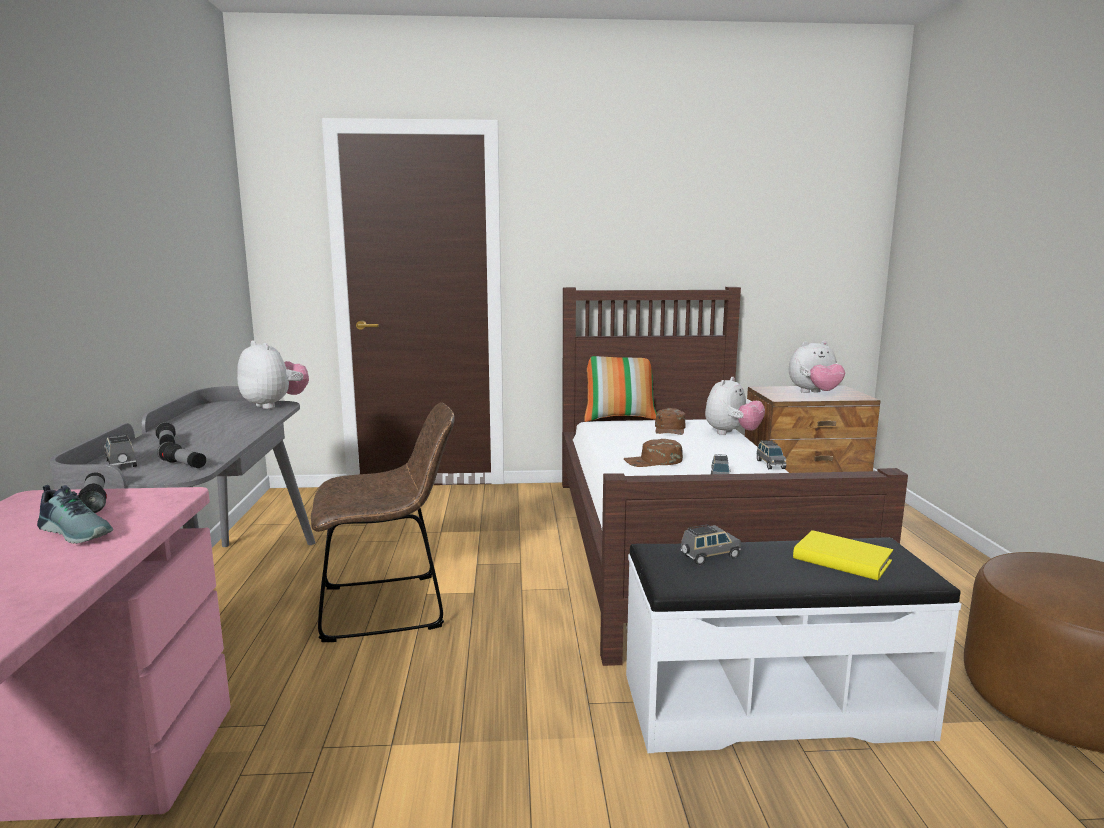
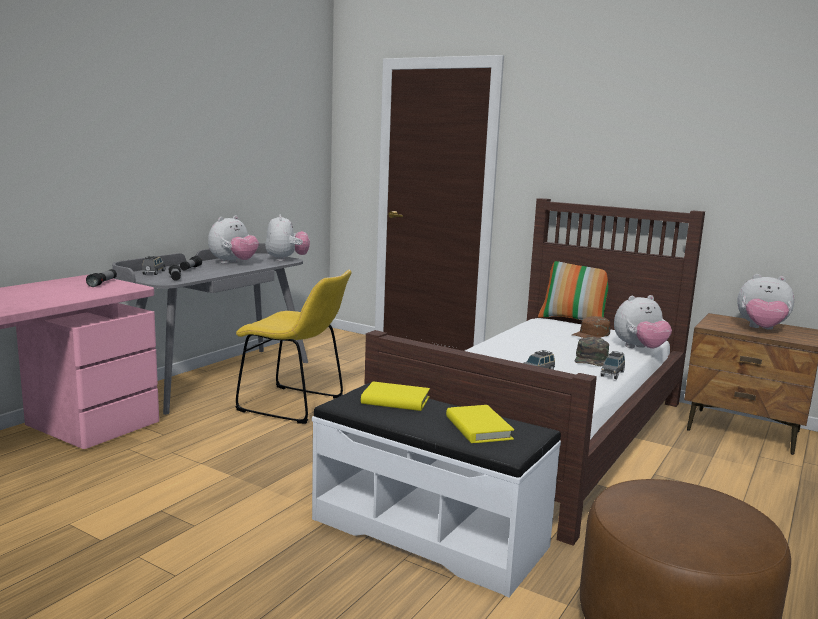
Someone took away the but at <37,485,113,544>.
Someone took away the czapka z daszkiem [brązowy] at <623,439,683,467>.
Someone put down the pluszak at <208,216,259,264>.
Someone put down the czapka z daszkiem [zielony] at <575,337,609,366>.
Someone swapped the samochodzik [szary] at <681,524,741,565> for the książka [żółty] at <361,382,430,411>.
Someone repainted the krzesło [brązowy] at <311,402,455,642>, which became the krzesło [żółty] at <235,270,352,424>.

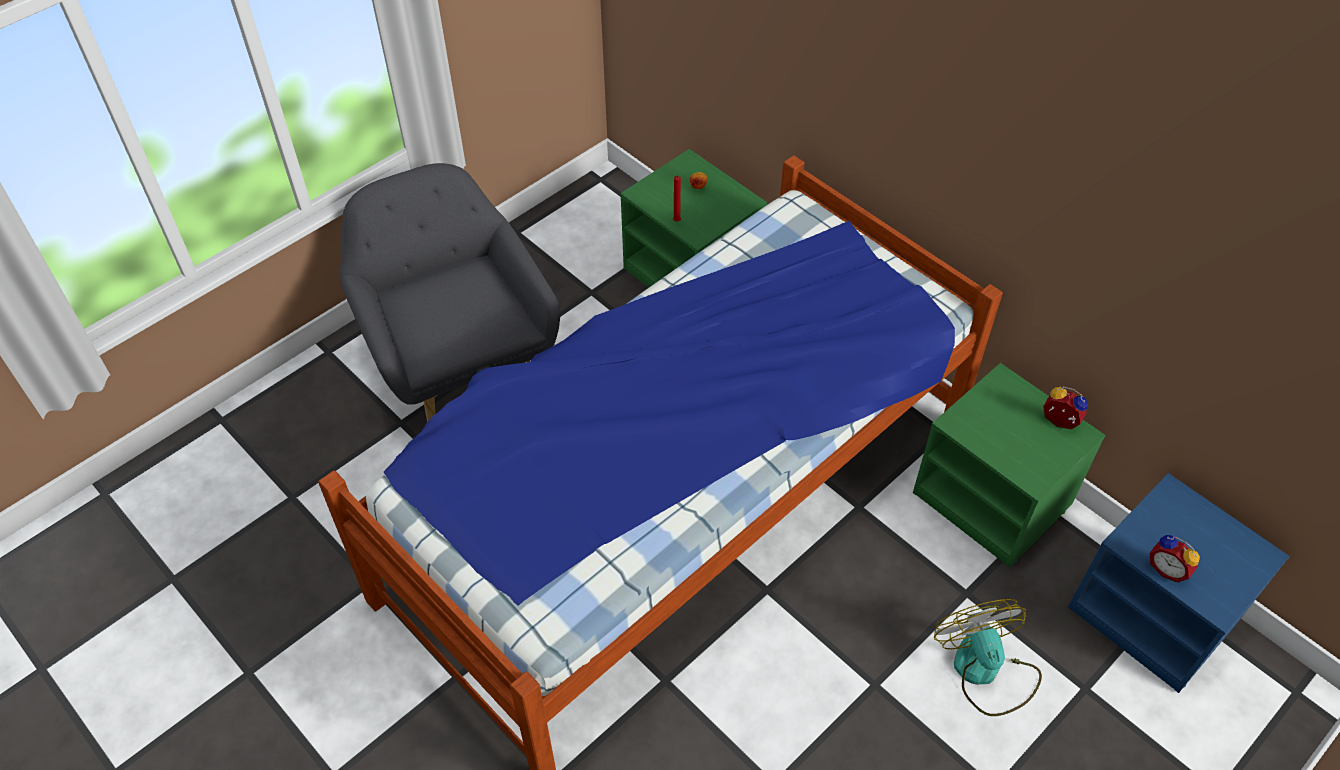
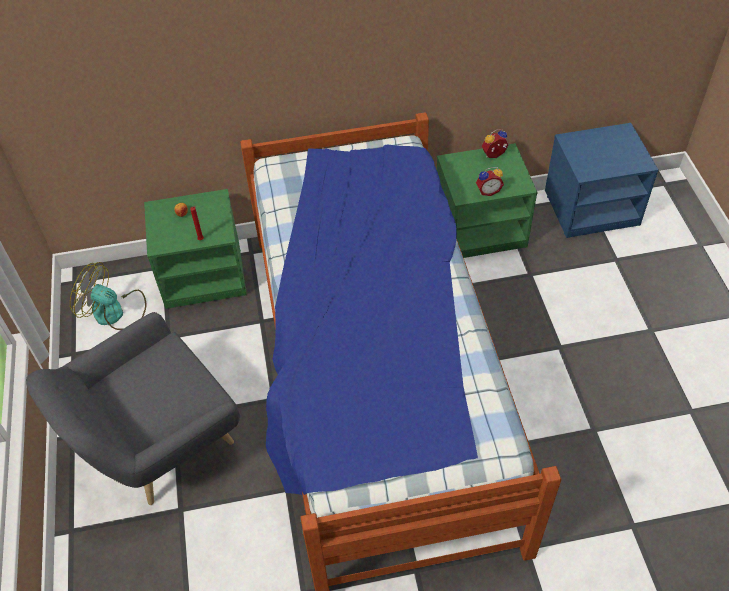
Someone carried the wentylator from <934,599,1042,716> to <70,262,146,330>.
Someone carried the budzik from <1150,535,1200,583> to <476,167,504,196>.
Someone rotated the fotel [szary] at <340,163,560,422> by 45 degrees counterclockwise.

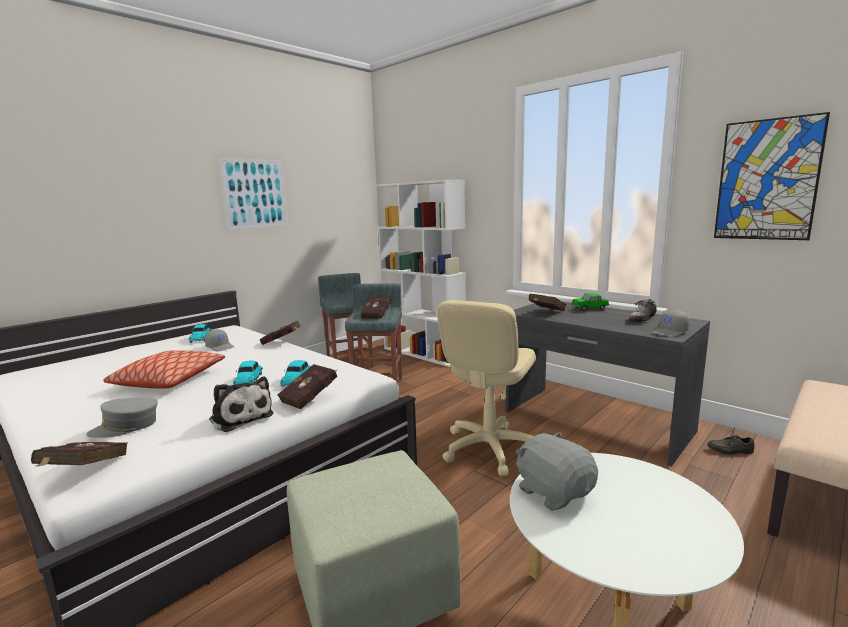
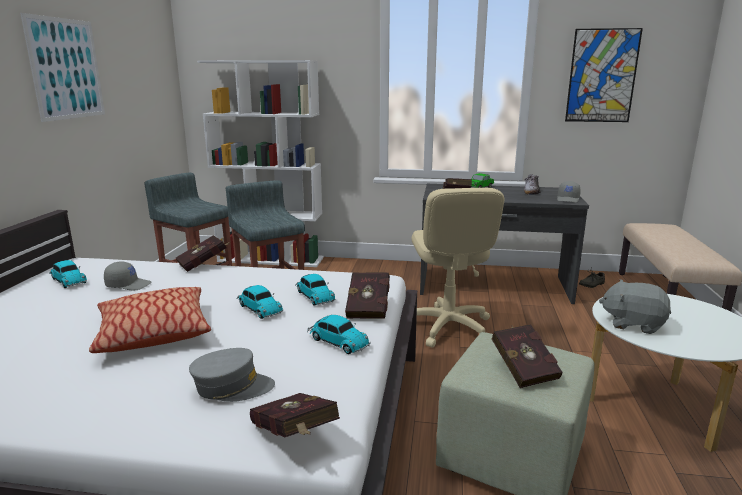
Someone carried the książka [czerwony] from <360,296,392,318> to <491,324,562,388>.
Someone swapped the pluszak at <209,377,273,432> for the samochodzik at <307,315,371,354>.
Someone rotated the czapka z daszkiem [szary] at <86,397,158,438> by 120 degrees counterclockwise.

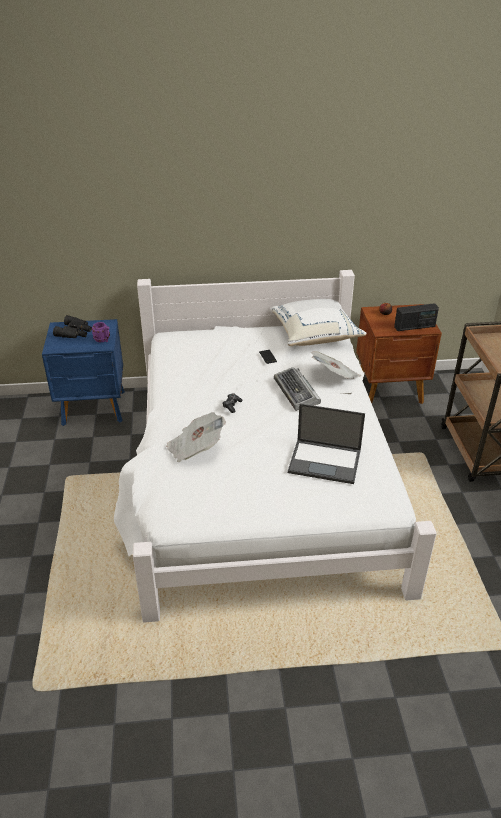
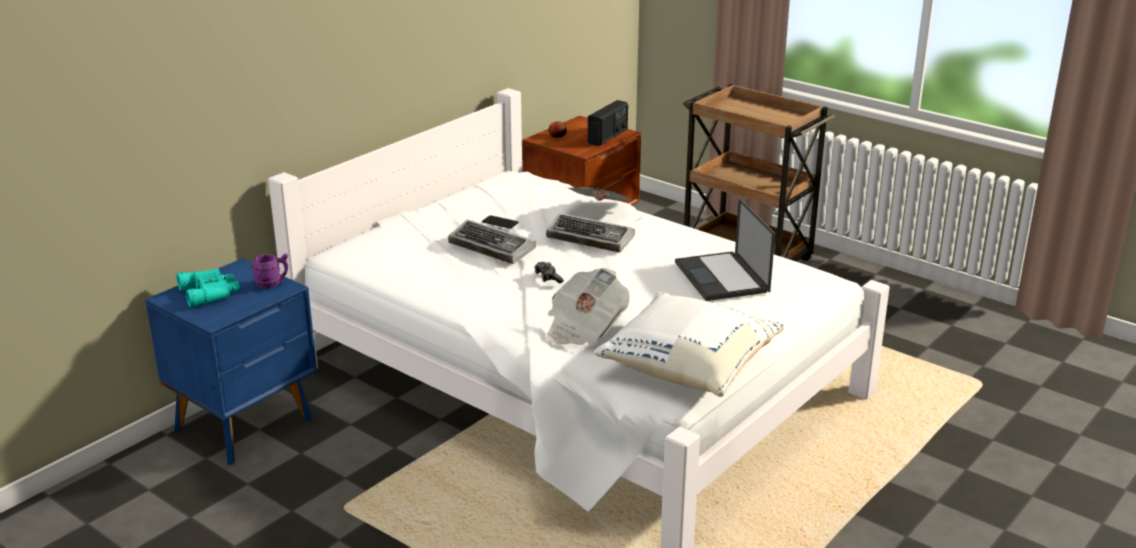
Someone put down the klawiatura at <448,219,536,264>.
Someone carried the poduszka [biały] from <270,299,366,346> to <594,292,785,397>.
Someone repainted the lornetka [czarny] at <53,315,92,338>, which became the lornetka [turkusowy] at <177,269,240,307>.
Someone rotated the laptop at <288,404,365,484> by 105 degrees clockwise.

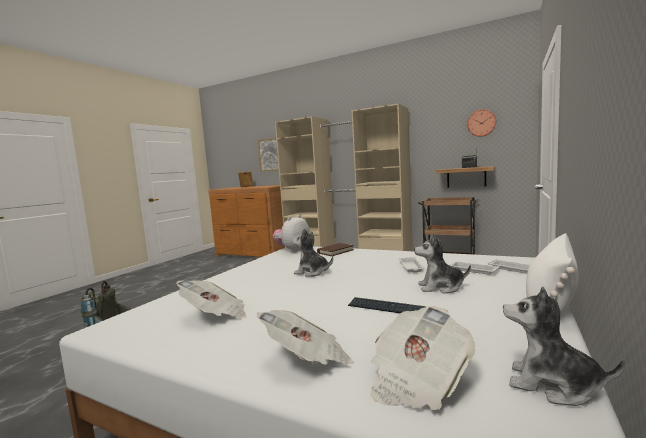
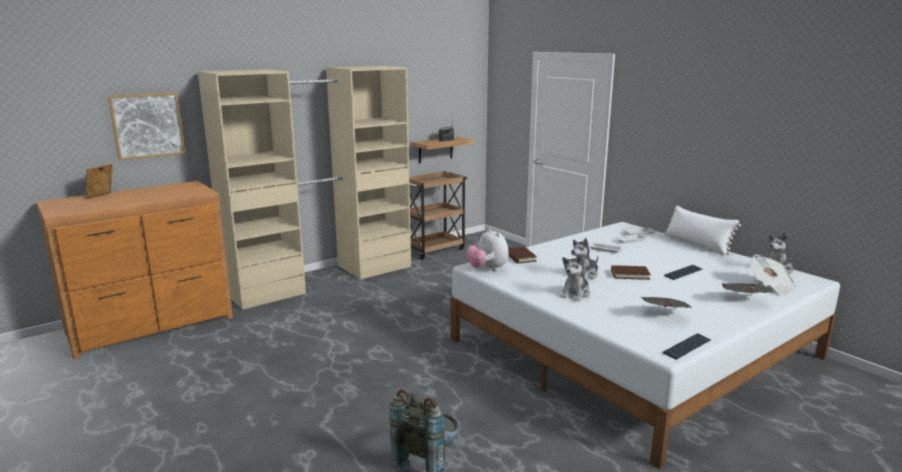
Someone took away the zegar ścienny at <467,109,496,137>.
Someone put down the książka [brązowy] at <611,265,651,280>.
Someone put down the klawiatura at <663,333,711,360>.
Someone carried the pluszak from <414,233,471,294> to <561,255,590,301>.

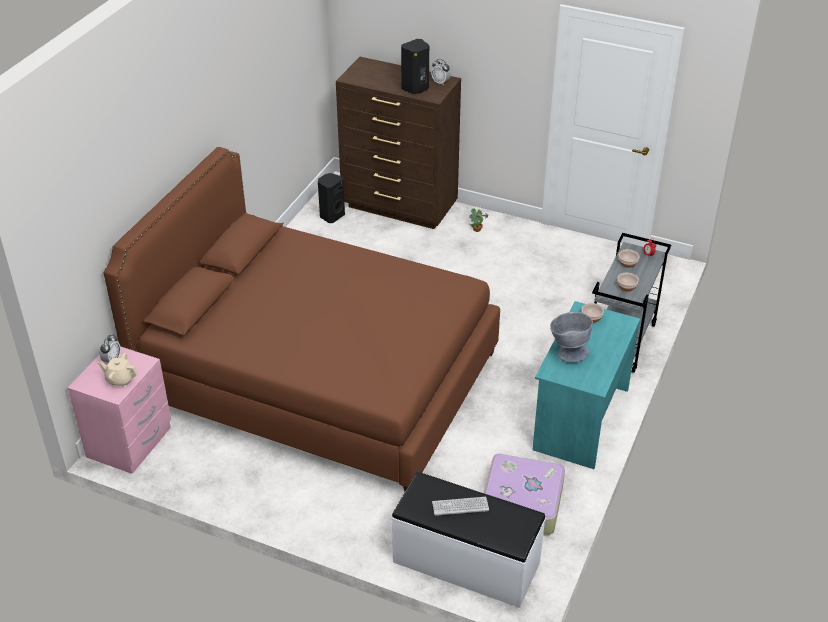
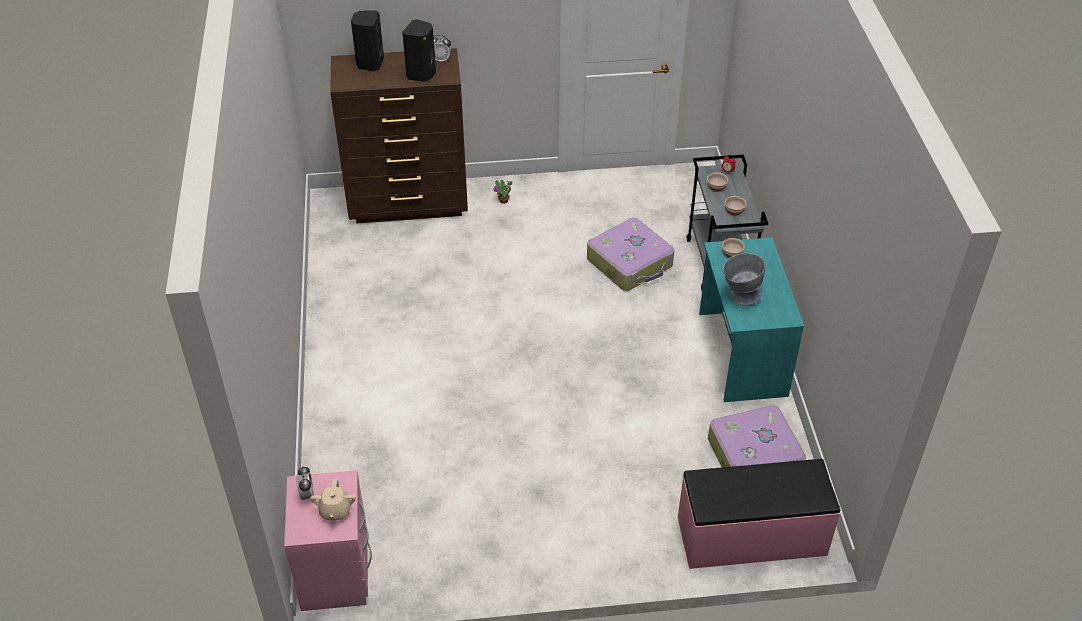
Someone took away the łóżko [brązowy] at <104,147,500,492>.
Someone took away the klawiatura at <432,497,489,516>.
Someone put down the walizka at <587,218,674,291>.
Someone carried the głośnik [czarny] from <318,173,345,223> to <351,11,384,71>.
Someone repainted the ławka [biały] at <392,472,546,608>, which became the ławka [różowy] at <678,459,840,569>.
Someone rotated the imbryk [beżowy] at <98,353,138,387> by 75 degrees counterclockwise.

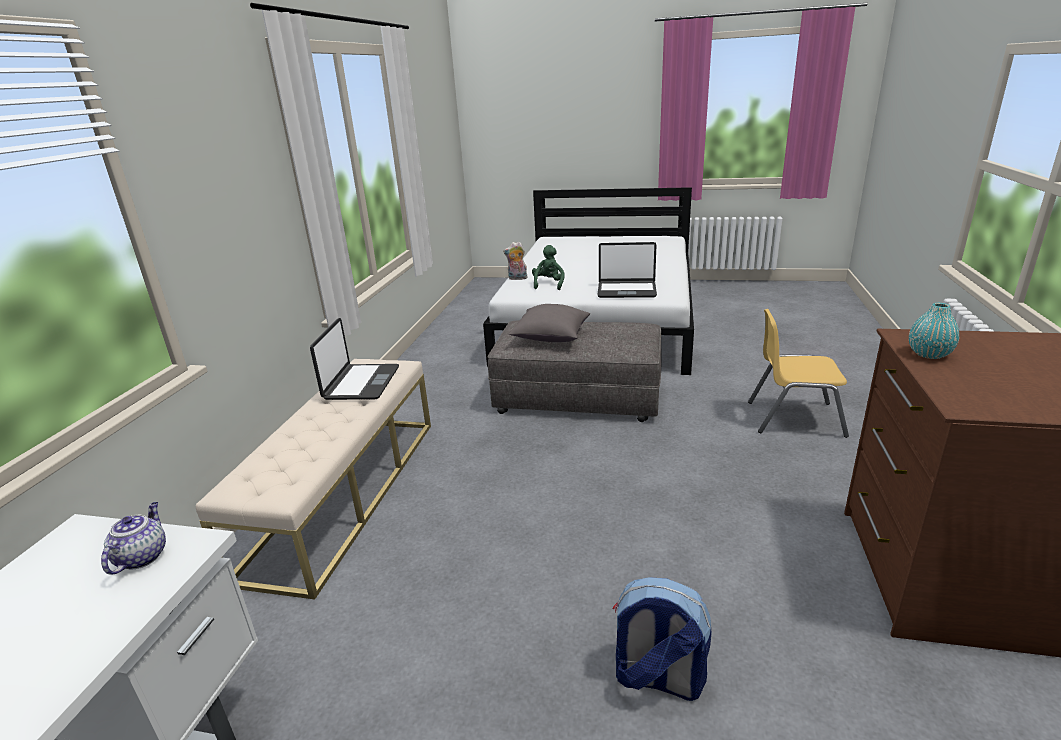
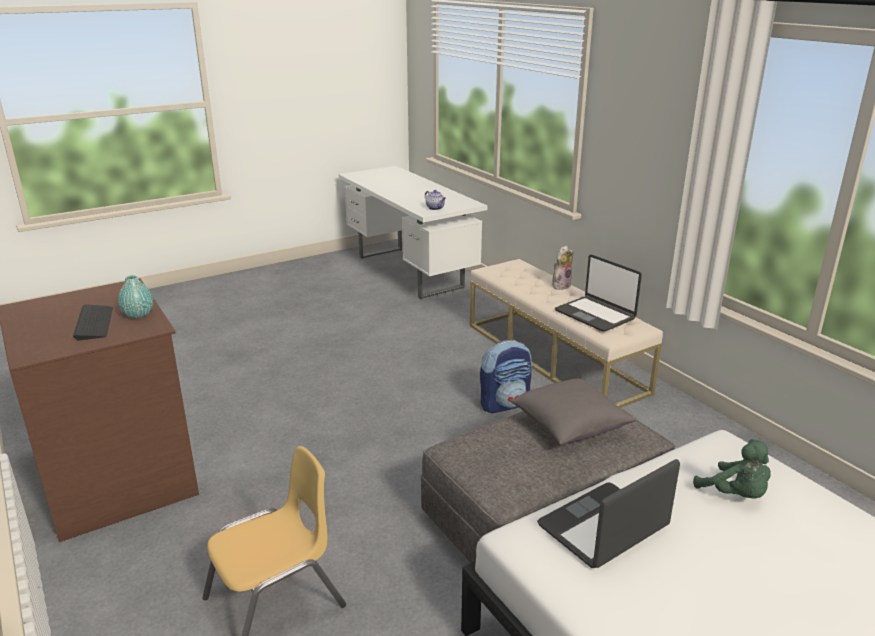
Someone put down the klawiatura at <73,304,113,341>.
Someone carried the pluszak from <503,242,528,280> to <552,245,573,290>.
Someone carried the plecak from <613,577,712,701> to <480,340,532,413>.

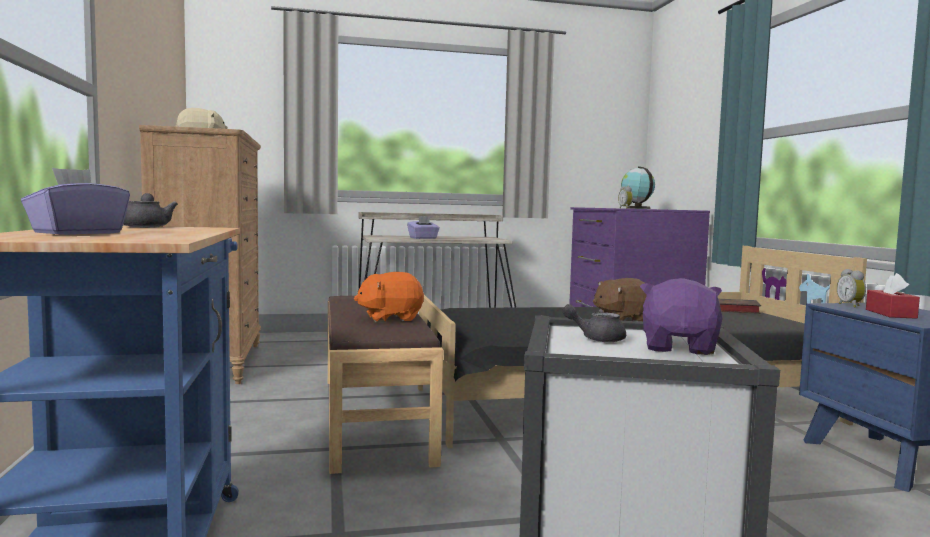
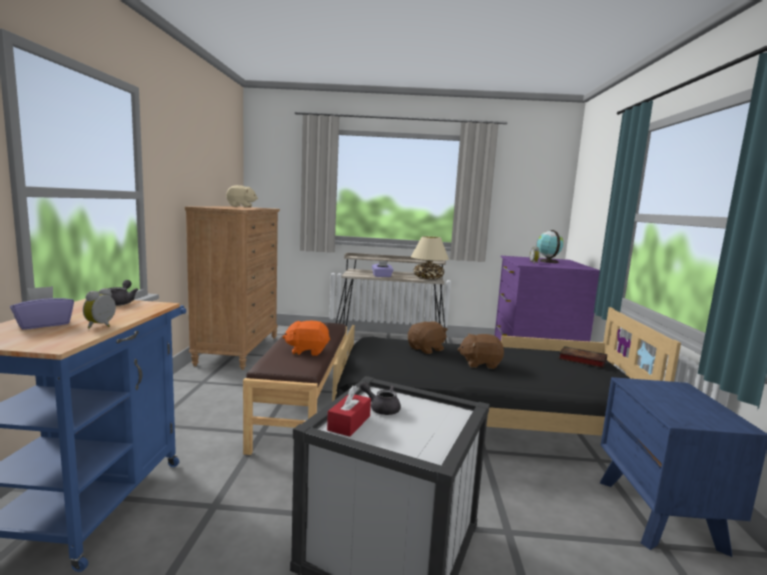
Someone took away the pluszak [fioletowy] at <640,278,723,355>.
Someone put down the pluszak [brązowy] at <408,321,448,354>.
Someone put down the lampa stołowa [beżowy] at <411,236,449,279>.
Someone carried the budzik from <837,269,866,308> to <83,288,116,329>.
Someone carried the pudełko chusteczek [czerwony] from <866,273,920,319> to <327,386,371,437>.

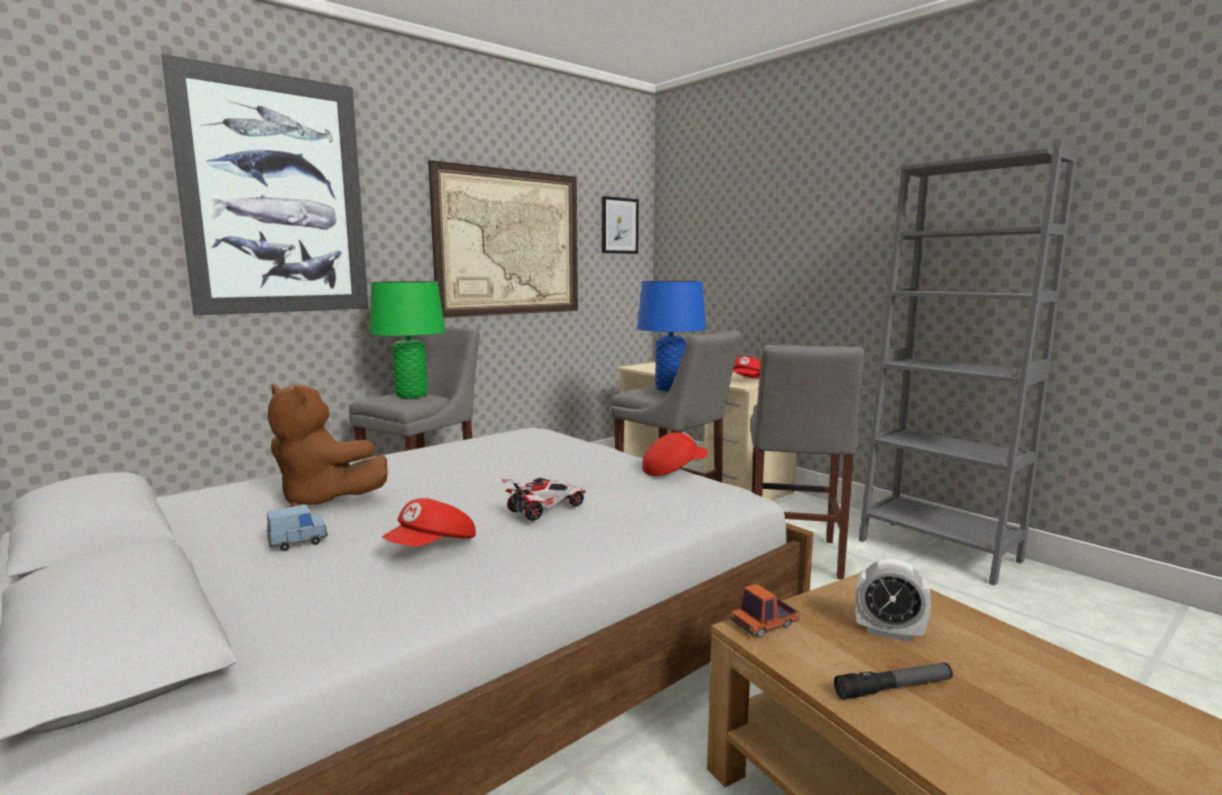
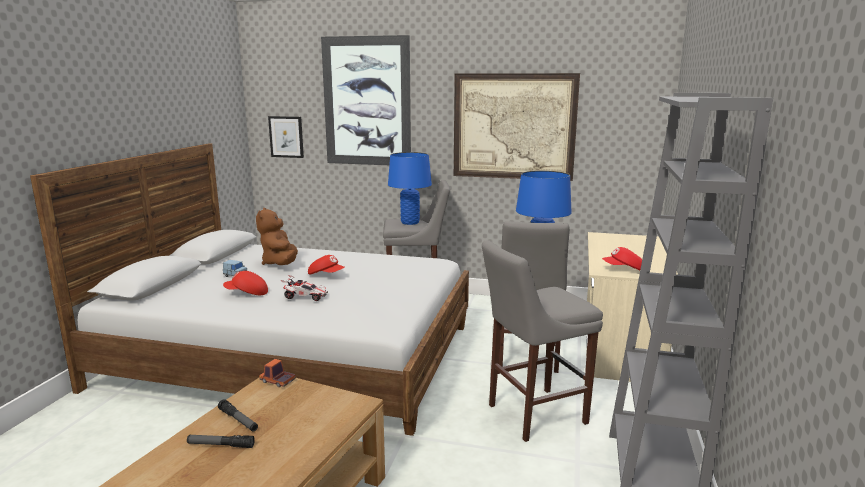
Someone took away the budzik at <855,558,931,642>.
Someone put down the latarka at <187,435,255,448>.
Someone carried the obraz from <602,196,639,254> to <268,116,304,158>.
Someone carried the czapka z daszkiem [czerwony] from <642,432,708,476> to <308,255,345,274>.
Someone repainted the lampa stołowa [zielony] at <369,281,445,399>, which became the lampa stołowa [niebieski] at <388,152,432,225>.

